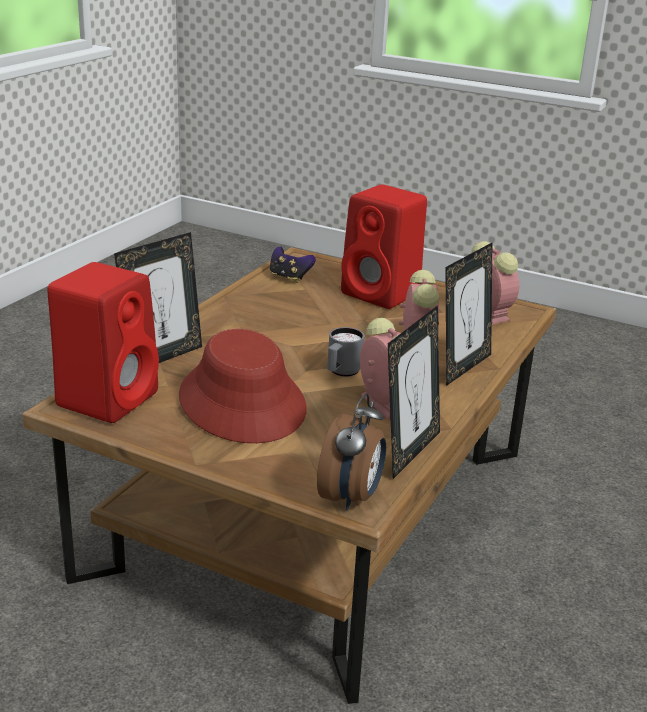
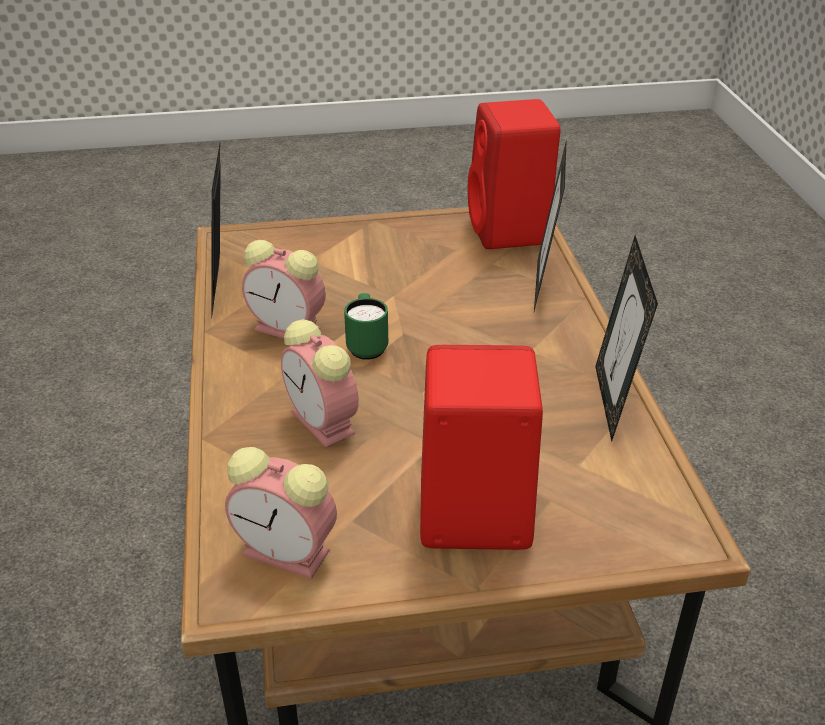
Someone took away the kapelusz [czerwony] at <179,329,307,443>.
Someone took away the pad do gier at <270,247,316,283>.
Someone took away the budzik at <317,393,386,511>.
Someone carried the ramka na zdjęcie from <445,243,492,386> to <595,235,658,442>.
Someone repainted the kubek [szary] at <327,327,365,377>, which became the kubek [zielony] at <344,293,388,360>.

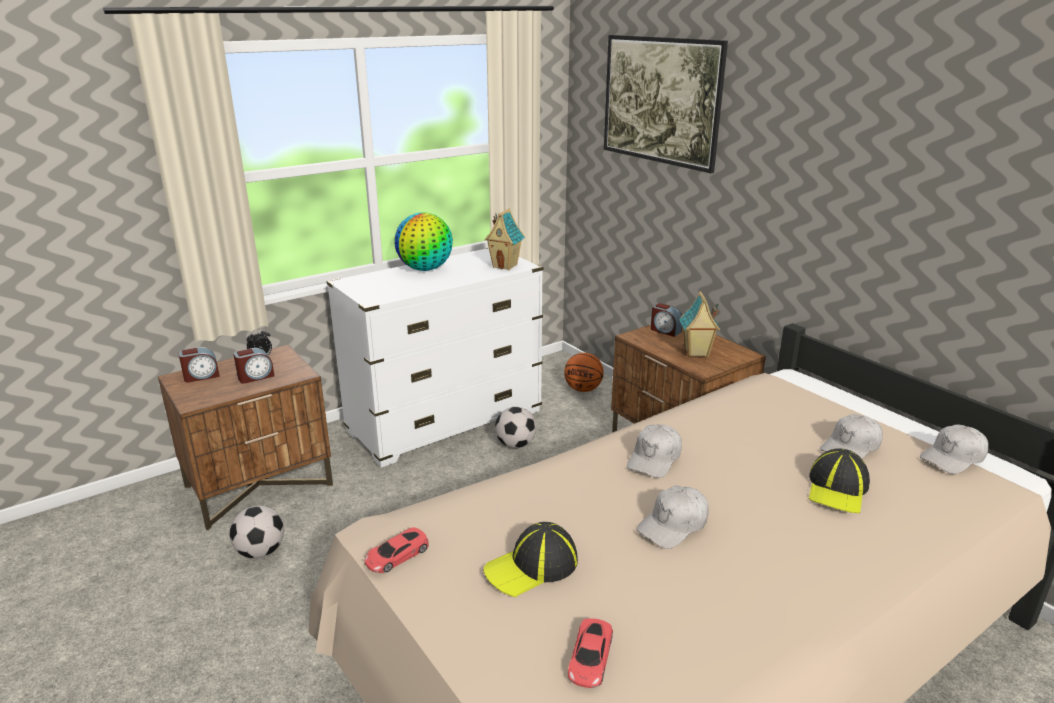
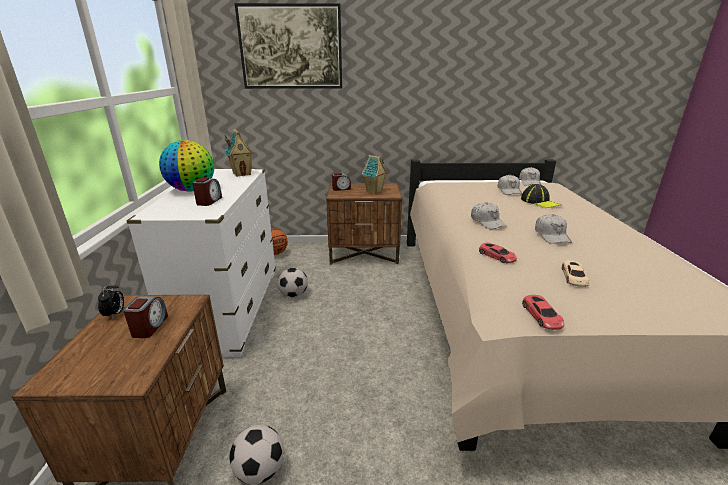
Someone carried the budzik from <179,347,220,382> to <192,178,222,206>.
Someone carried the samochodzik [czerwony] from <568,618,613,688> to <479,243,517,263>.
Someone swapped the czapka z daszkiem at <484,522,578,597> for the samochodzik [beżowy] at <562,261,589,287>.

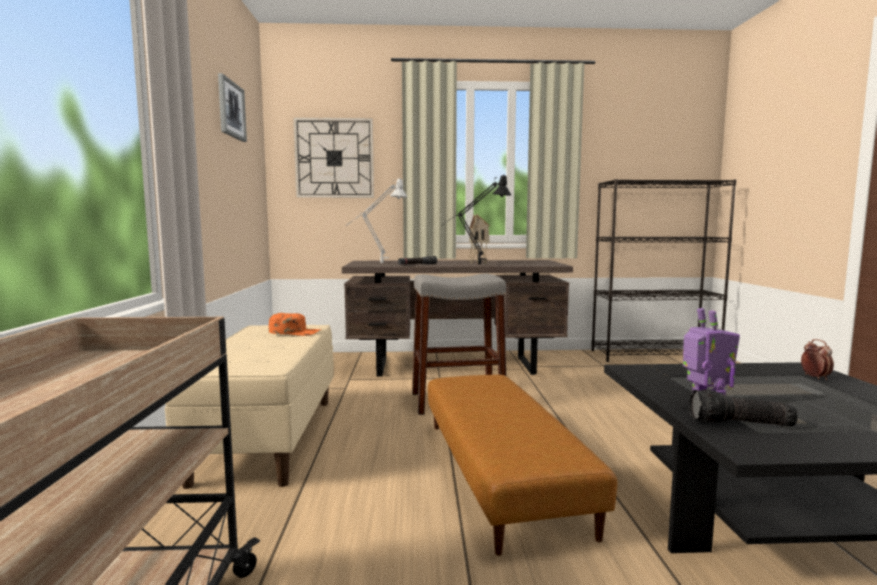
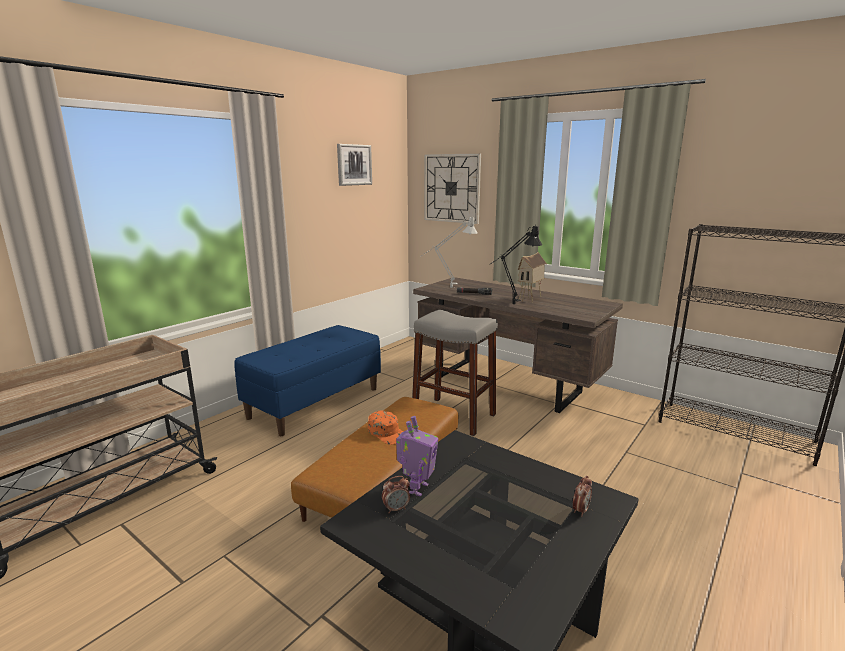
Someone carried the czapka z daszkiem [pomarańczowy] from <269,313,322,336> to <368,411,403,445>.
Someone swapped the latarka at <689,389,798,427> for the budzik at <382,476,410,514>.
Someone repainted the ławka [beżowy] at <165,325,334,489>, which became the ławka [niebieski] at <234,325,381,436>.

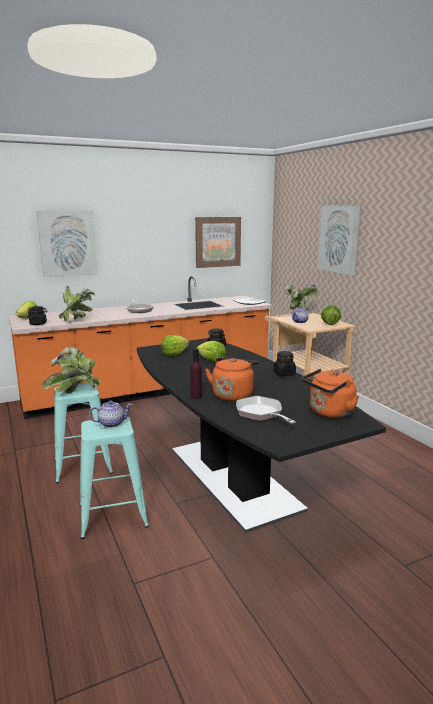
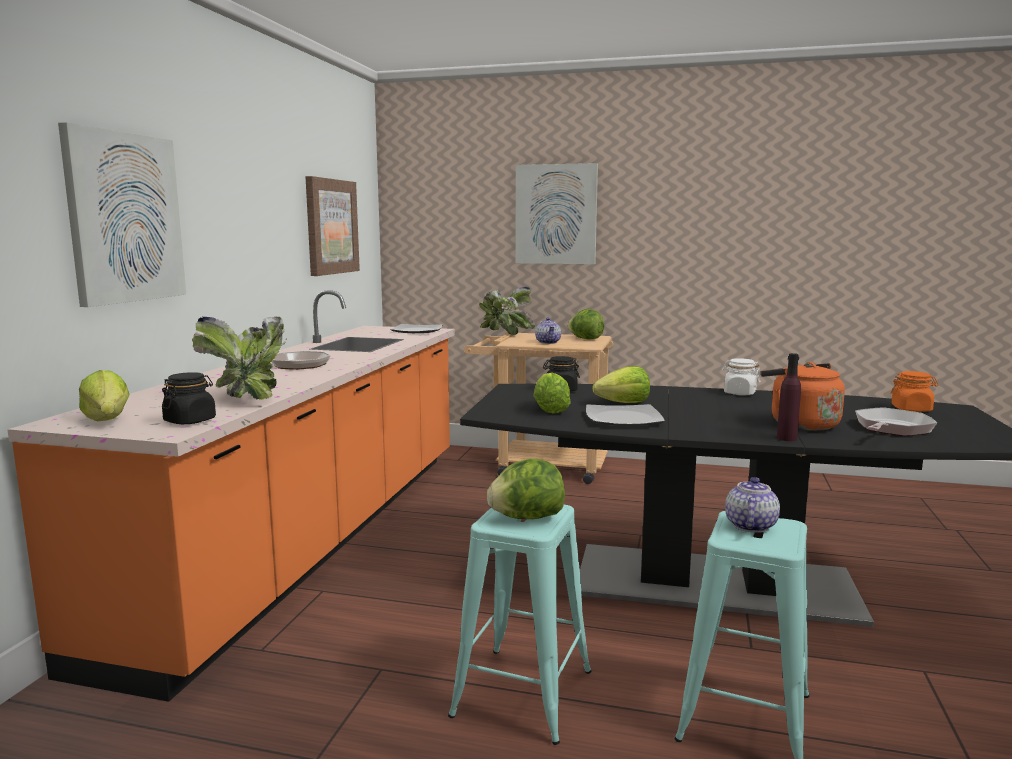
Someone put down the talerz at <586,404,665,426>.
Someone swapped the roślina doniczkowa at <42,347,101,393> for the sałata at <487,459,565,519>.
Someone swapped the czajnik [pomarańczowy] at <302,369,359,418> for the słoik [pomarańczowy] at <890,371,938,412>.
Someone repainted the słoik [czarny] at <273,351,296,376>, which became the słoik [biały] at <721,358,760,395>.
Someone rotated the patelnia at <236,396,296,424> by 120 degrees clockwise.

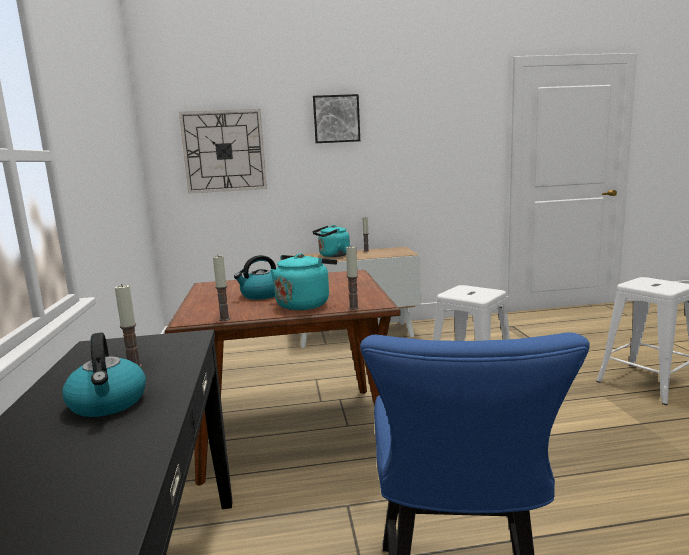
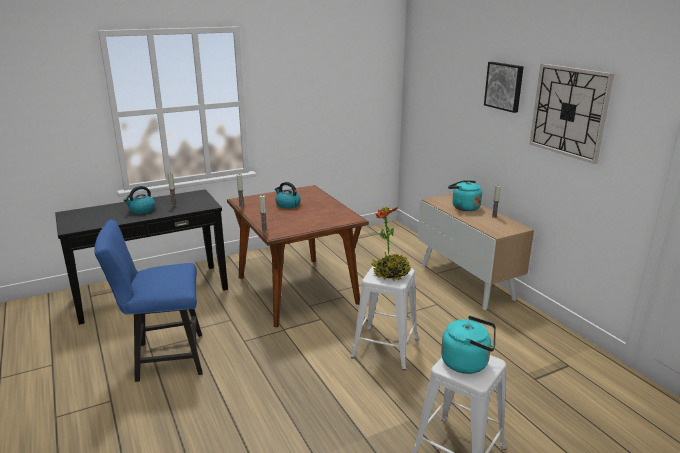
Someone put down the roślina doniczkowa at <371,207,412,281>.
Someone carried the zegar ścienny from <179,109,267,193> to <529,64,614,164>.
Someone carried the czajnik [turkusowy] from <270,253,337,310> to <441,316,496,374>.

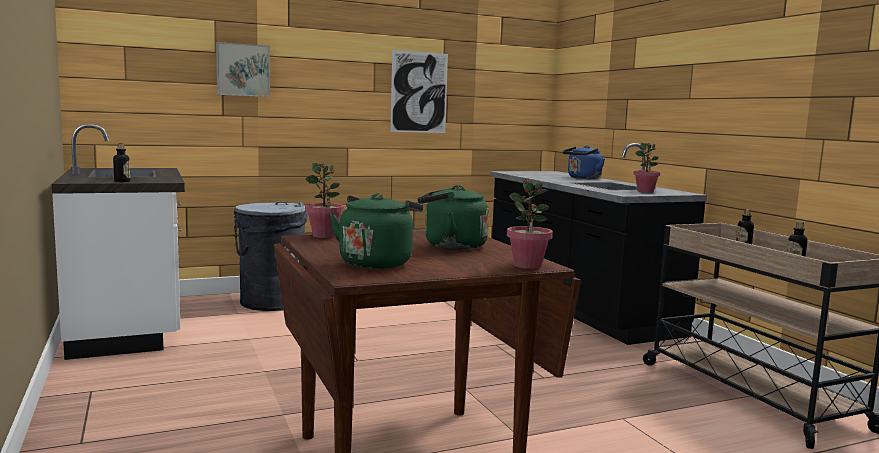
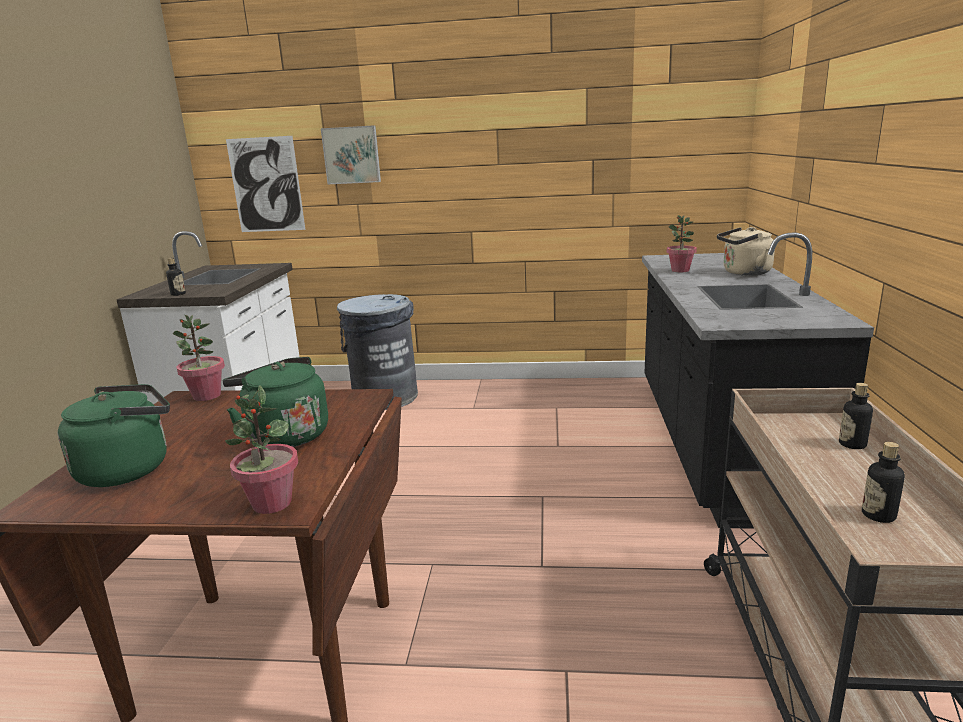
Someone carried the obraz from <390,50,448,133> to <226,136,306,232>.
Someone carried the roślina doniczkowa from <634,143,661,193> to <667,215,697,272>.
Someone repainted the czajnik [niebieski] at <563,145,605,179>, which became the czajnik [beżowy] at <717,227,775,276>.

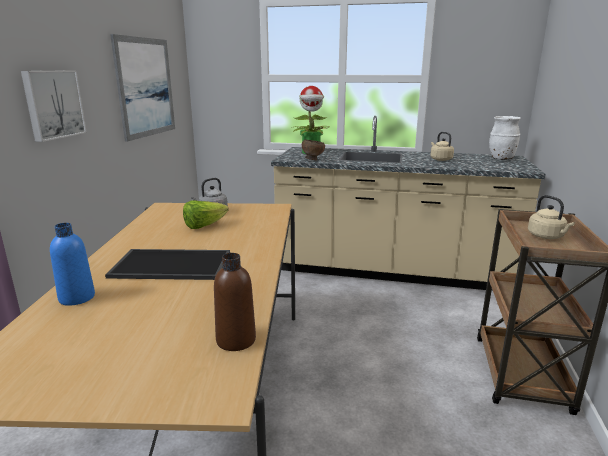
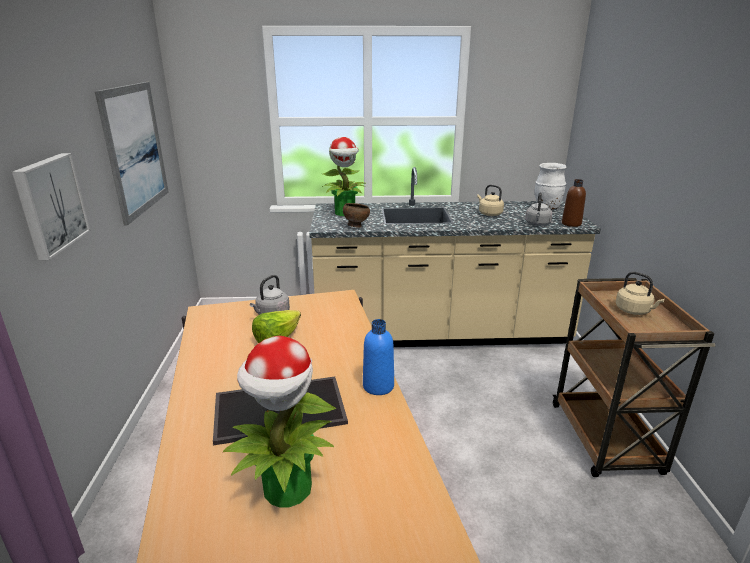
Someone put down the roślina doniczkowa at <223,336,336,508>.
Someone put down the czajnik [szary] at <525,192,552,226>.
Someone carried the butelka [niebieski] from <50,223,95,306> to <363,319,394,395>.
Someone carried the butelka [brązowy] from <214,253,256,351> to <562,179,586,227>.

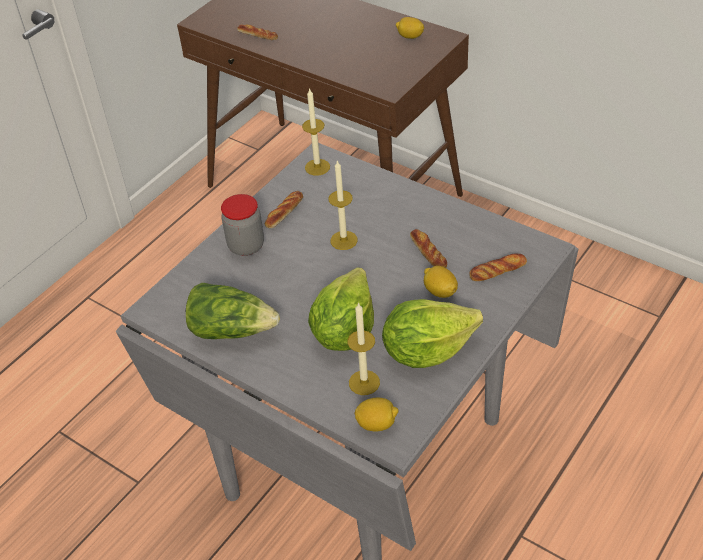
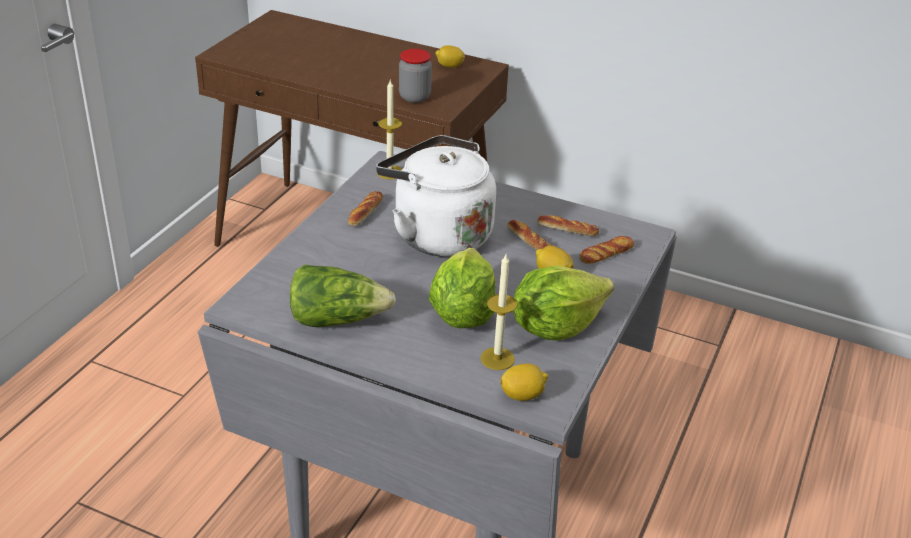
Someone carried the słoik from <221,194,264,256> to <399,49,432,103>.
Someone carried the chleb from <237,25,278,40> to <537,215,599,236>.
Someone swapped the świeca at <329,160,358,250> for the czajnik [biały] at <376,135,496,257>.

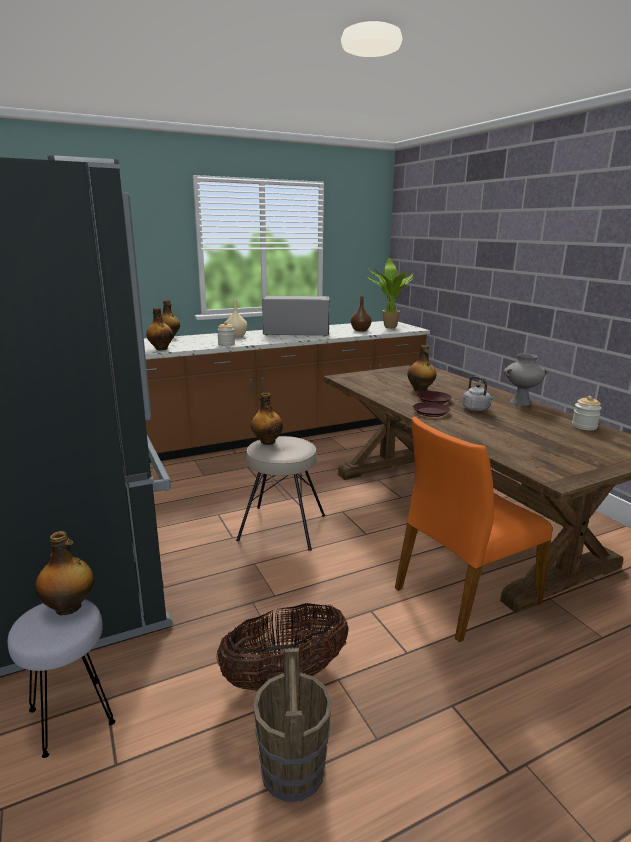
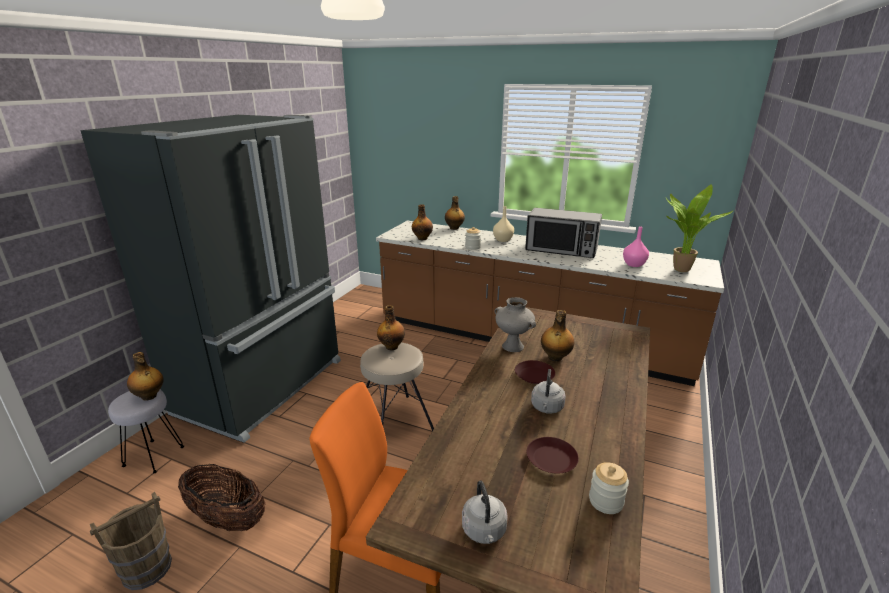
Someone put down the czajnik [szary] at <462,480,508,544>.
Someone carried the talerz [brązowy] from <413,402,450,417> to <527,437,579,474>.
Someone carried the wazon [szary] from <503,353,548,406> to <494,297,536,352>.
Someone repainted the wazon [brązowy] at <351,296,372,332>, which became the wazon [różowy] at <623,226,649,267>.
Someone rotated the mikrofalówka at <262,296,330,336> by 150 degrees clockwise.

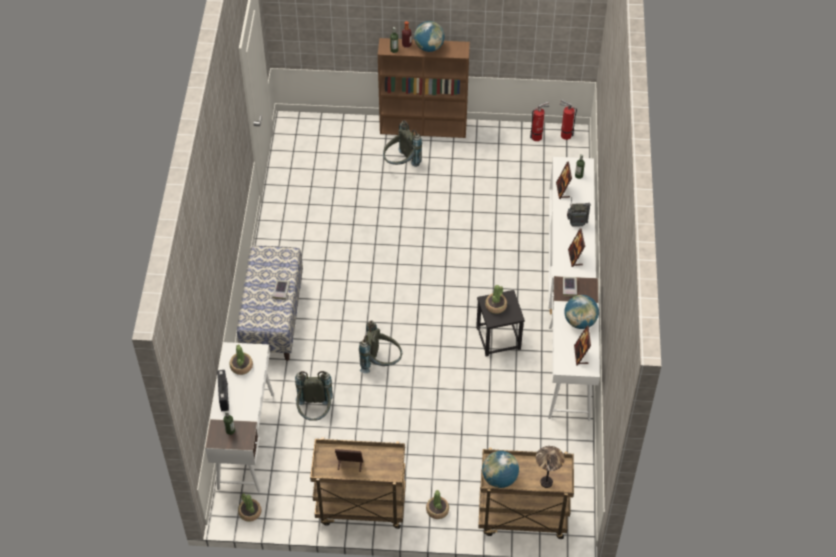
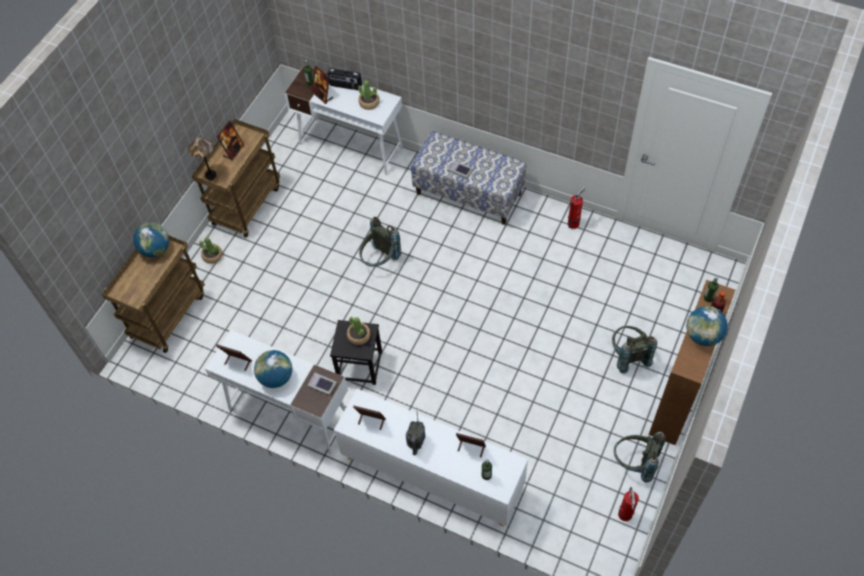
Someone took away the roślina doniczkowa at <238,493,261,522>.
Someone put down the ramka na zdjęcie at <312,66,333,104>.
Someone carried the plecak [szary] from <295,371,333,421> to <614,432,666,483>.
Someone carried the lampa stołowa from <536,446,565,488> to <188,137,216,180>.
Someone carried the gaśnica from <559,99,577,140> to <568,186,585,229>.

